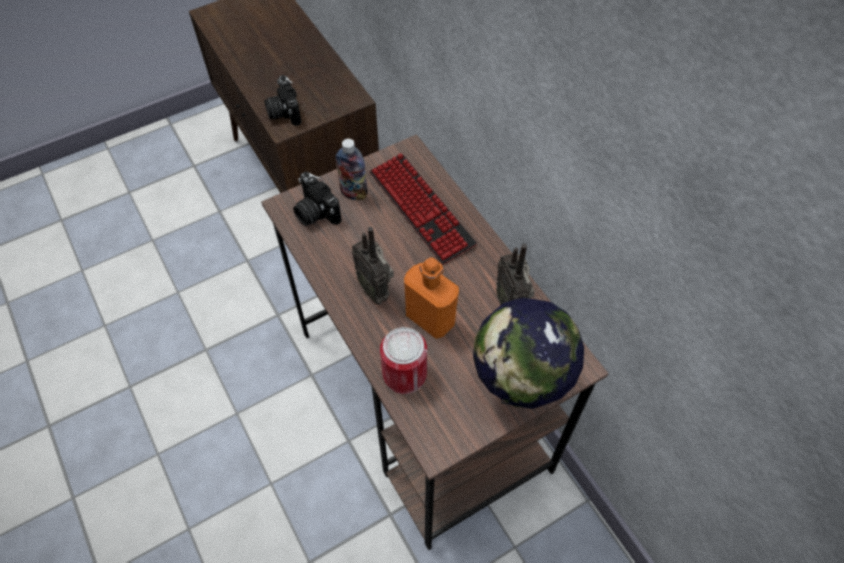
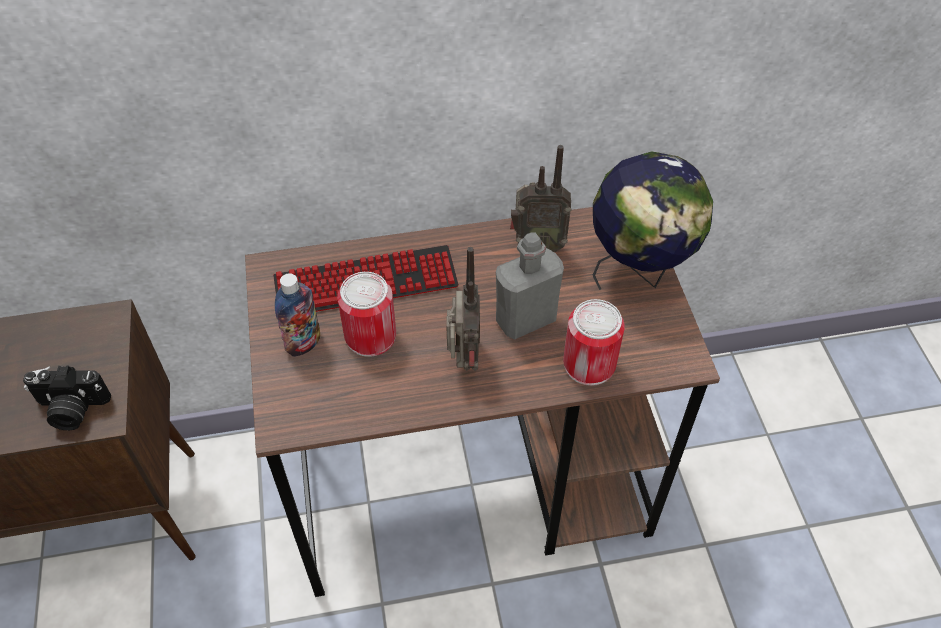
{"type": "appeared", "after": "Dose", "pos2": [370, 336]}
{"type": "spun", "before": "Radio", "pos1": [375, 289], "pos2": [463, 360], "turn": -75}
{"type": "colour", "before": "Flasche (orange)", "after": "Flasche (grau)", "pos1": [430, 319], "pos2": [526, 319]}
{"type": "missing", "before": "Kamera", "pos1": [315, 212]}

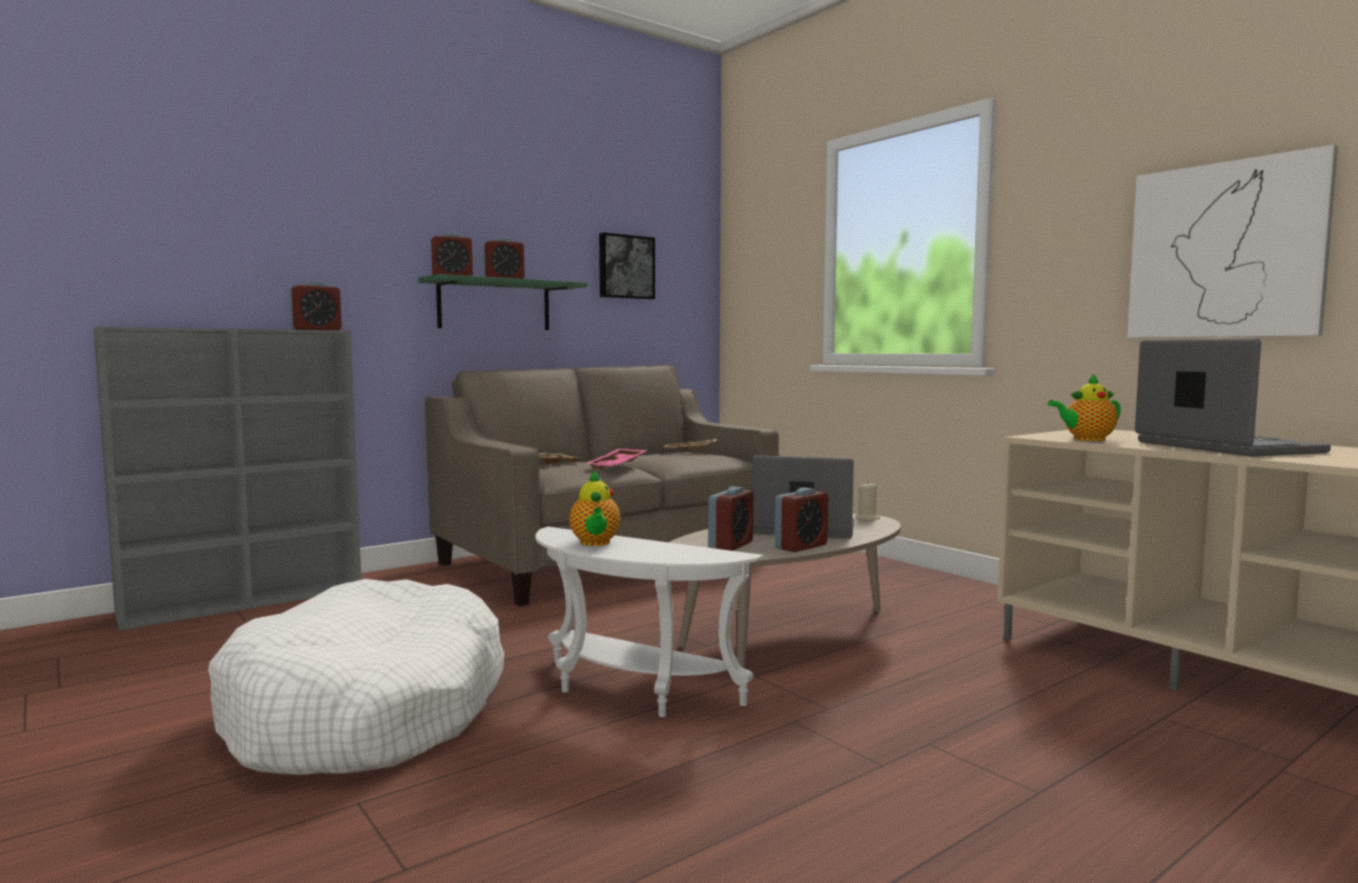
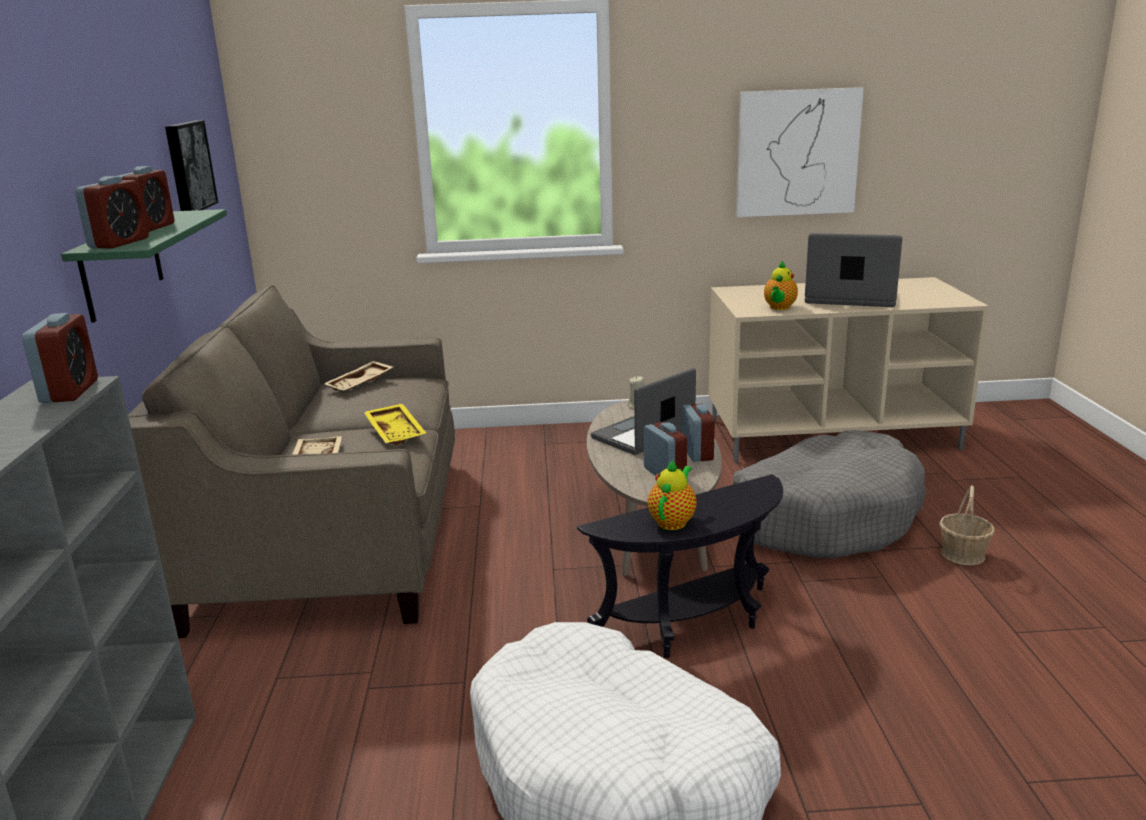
{"type": "colour", "before": "Tablett (rosa)", "after": "Tablett (gelb)", "pos1": [618, 466], "pos2": [397, 432]}
{"type": "colour", "before": "Beistelltisch (weiß)", "after": "Beistelltisch (schwarz)", "pos1": [629, 691], "pos2": [694, 626]}
{"type": "spun", "before": "Teekanne", "pos1": [595, 543], "pos2": [673, 521], "turn": -90}
{"type": "appeared", "after": "Hundebett (grau)", "pos2": [825, 516]}
{"type": "appeared", "after": "Korb", "pos2": [963, 554]}

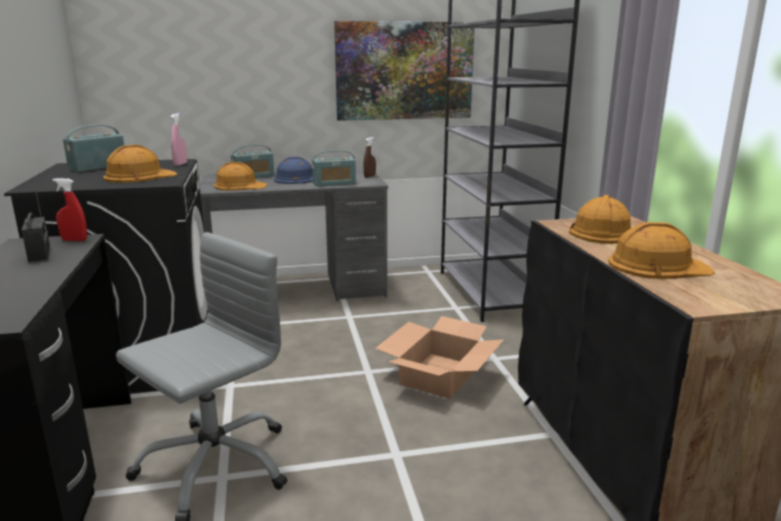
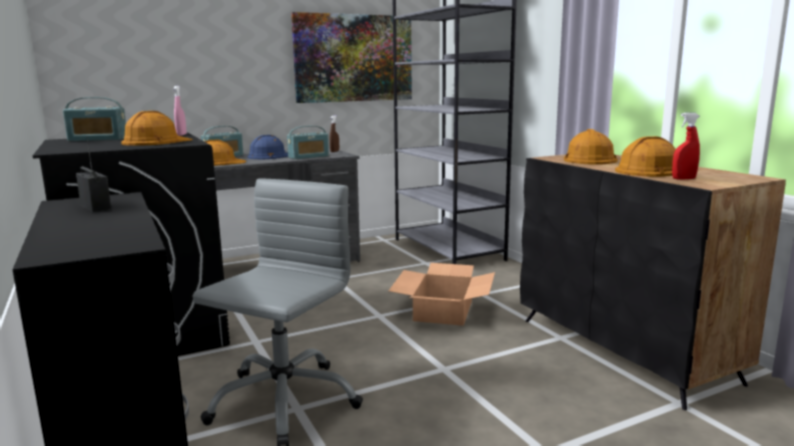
{"type": "spun", "before": "Radio", "pos1": [98, 167], "pos2": [98, 139], "turn": -120}
{"type": "relocated", "before": "Sprühflasche (rot)", "pos1": [74, 240], "pos2": [683, 179]}

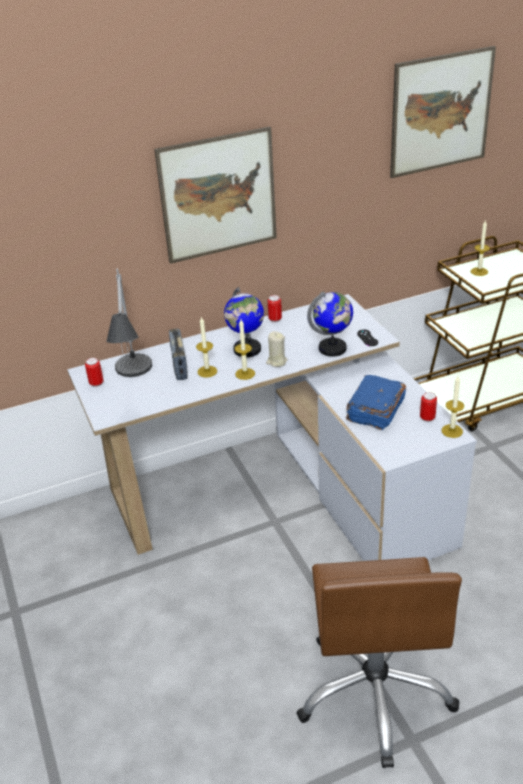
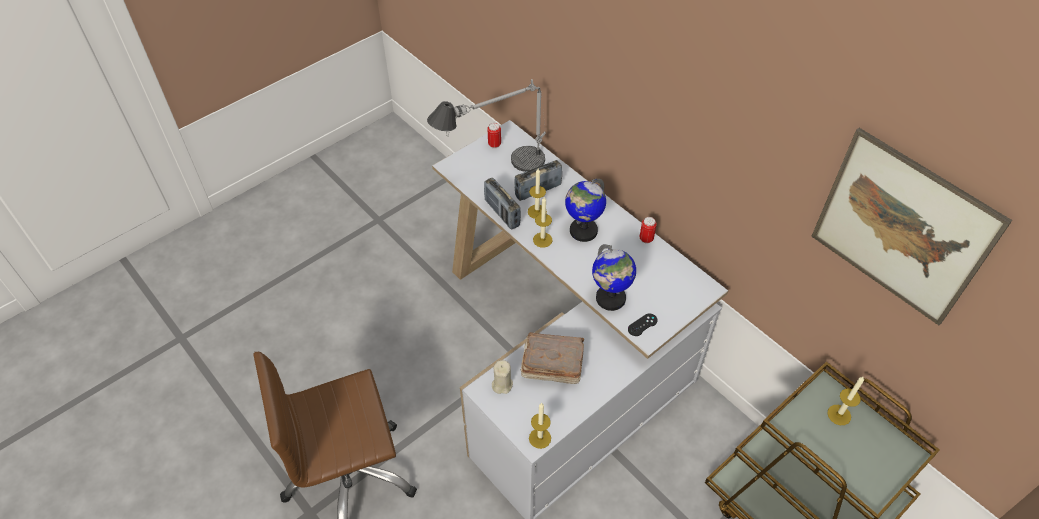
{"type": "appeared", "after": "Radio", "pos2": [502, 213]}
{"type": "relocated", "before": "Kerze (beige)", "pos1": [276, 361], "pos2": [502, 384]}
{"type": "colour", "before": "Buch (blau)", "after": "Buch (braun)", "pos1": [375, 411], "pos2": [551, 364]}
{"type": "missing", "before": "Bild", "pos1": [218, 195]}
{"type": "missing", "before": "Dose", "pos1": [427, 418]}

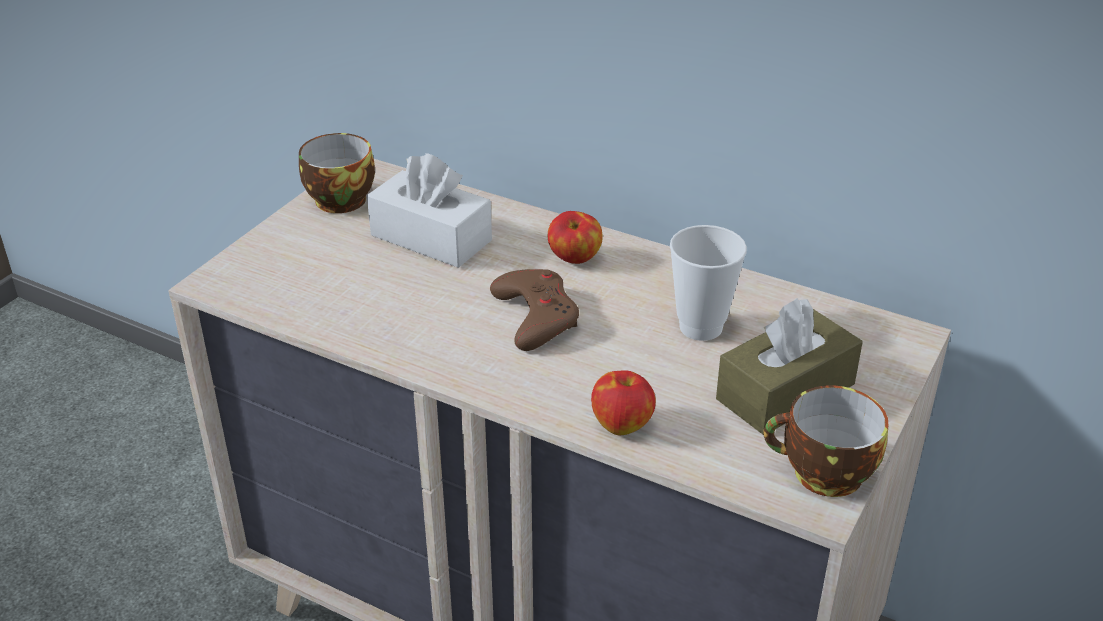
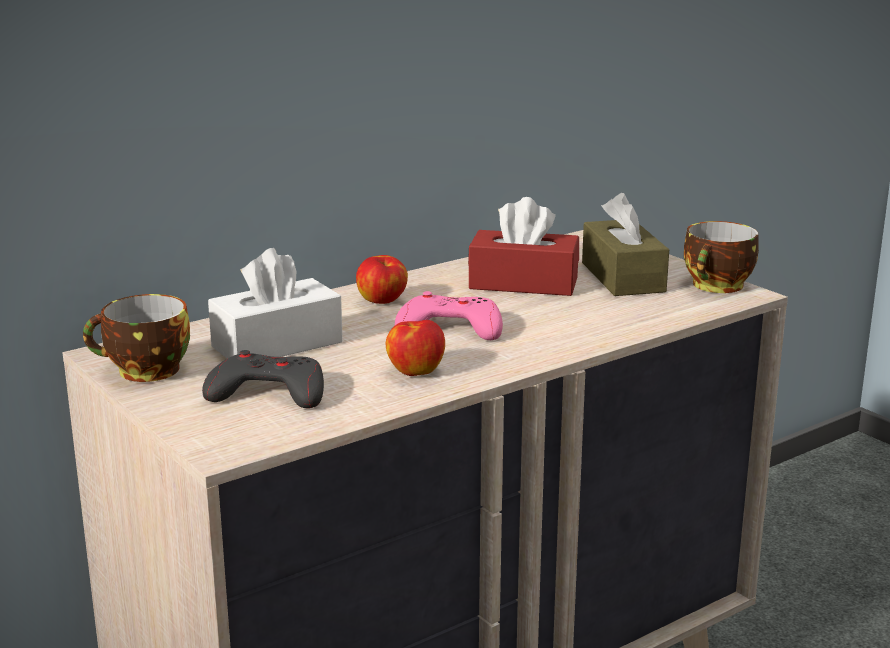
{"type": "appeared", "after": "Gamepad (grau)", "pos2": [268, 392]}
{"type": "relocated", "before": "Apfel", "pos1": [622, 424], "pos2": [415, 371]}
{"type": "colour", "before": "Gamepad (braun)", "after": "Gamepad (rosa)", "pos1": [536, 316], "pos2": [450, 328]}
{"type": "exchanged", "before": "Tasse", "after": "Taschentuchbox (rot)", "pos1": [700, 327], "pos2": [523, 283]}

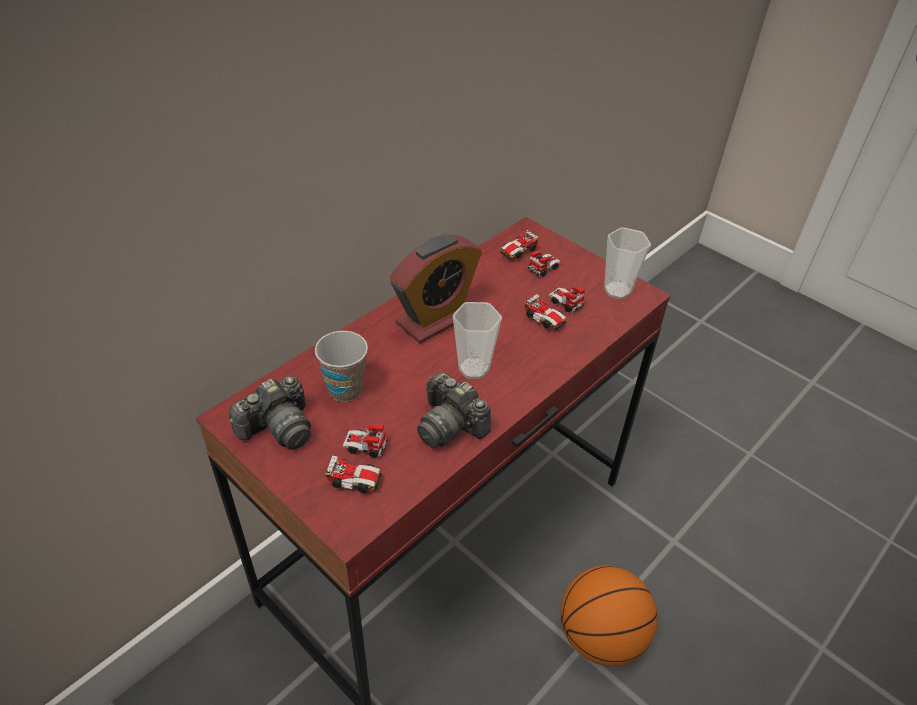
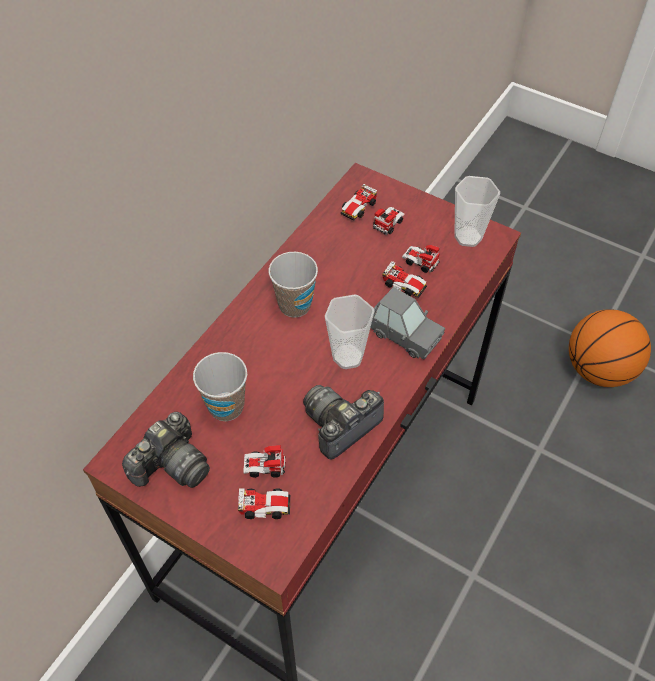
{"type": "exchanged", "before": "Wecker", "after": "Tasse", "pos1": [436, 318], "pos2": [295, 305]}
{"type": "spun", "before": "Kamera", "pos1": [450, 425], "pos2": [341, 425], "turn": 105}
{"type": "appeared", "after": "Spielzeugauto (grau)", "pos2": [404, 336]}
{"type": "relocated", "before": "Basketball", "pos1": [600, 636], "pos2": [598, 369]}

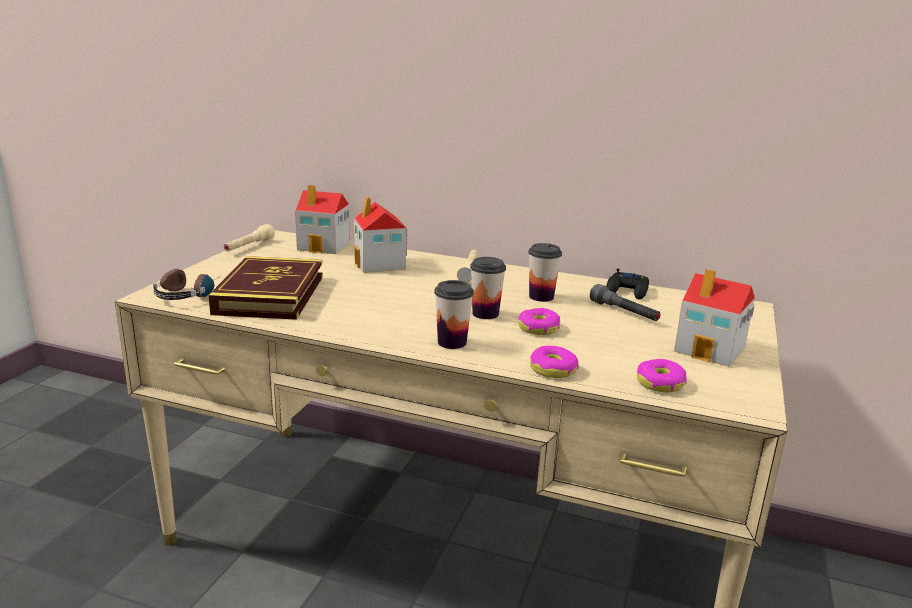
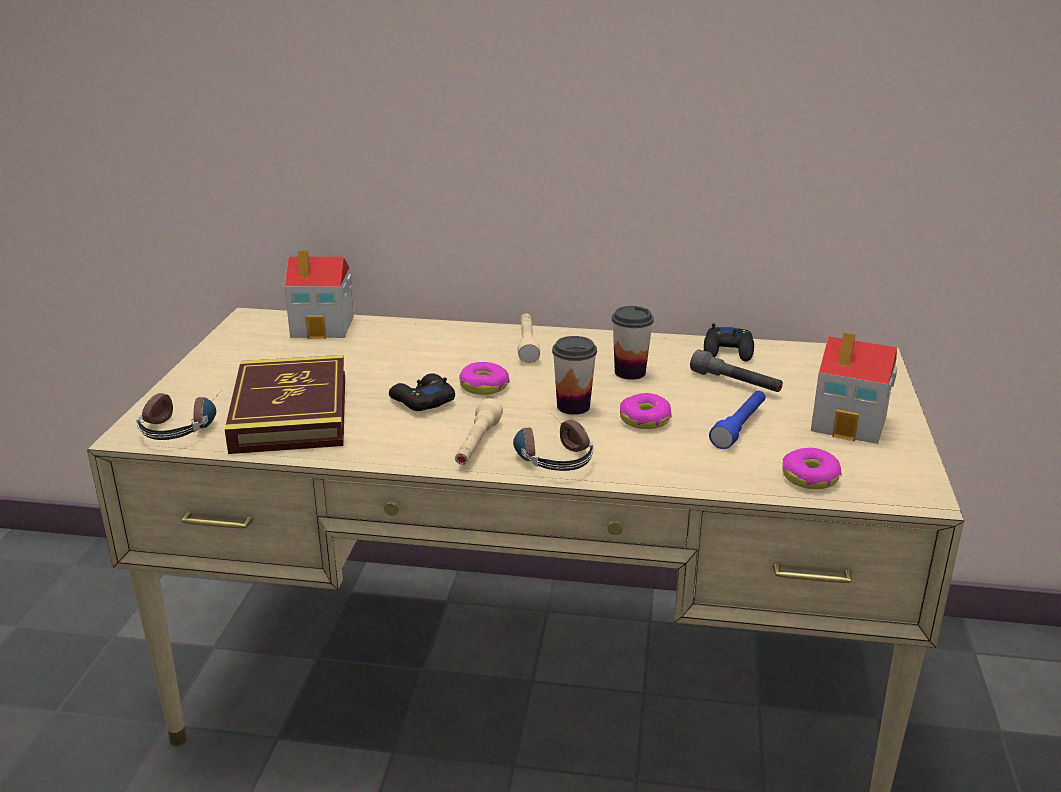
{"type": "appeared", "after": "Gamepad (schwarz)", "pos2": [422, 400]}
{"type": "relocated", "before": "Taschenlampe (beige)", "pos1": [248, 247], "pos2": [477, 444]}
{"type": "relocated", "before": "Donut", "pos1": [553, 369], "pos2": [484, 386]}
{"type": "exchanged", "before": "Tasse", "after": "Kopfhörer", "pos1": [452, 342], "pos2": [551, 454]}
{"type": "appeared", "after": "Taschenlampe (blau)", "pos2": [739, 427]}
{"type": "missing", "before": "Spielzeughaus", "pos1": [380, 264]}

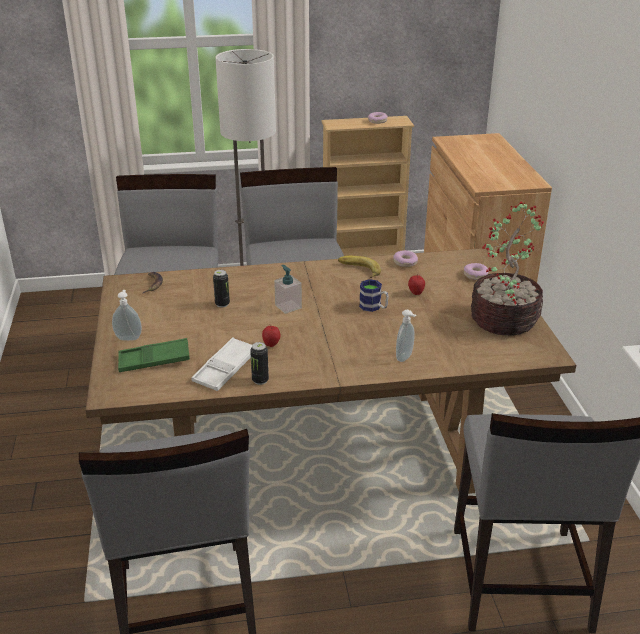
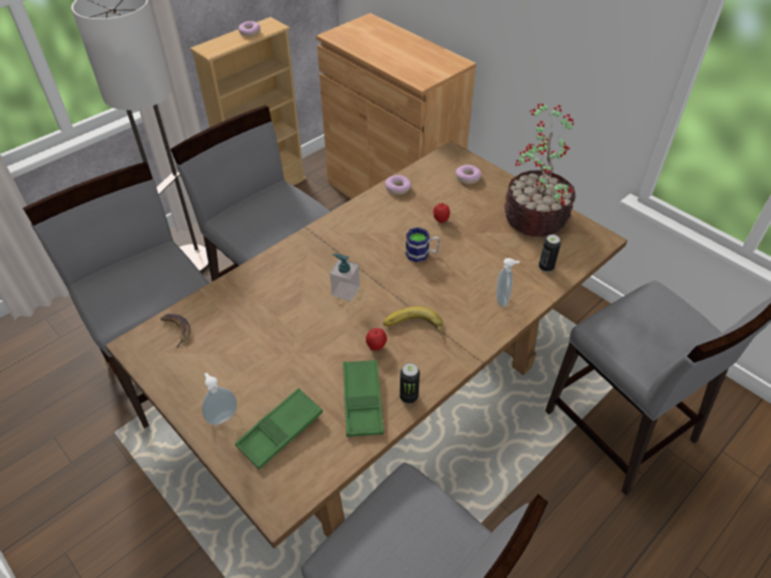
{"type": "colour", "before": "Tablett (weiß)", "after": "Tablett (grün)", "pos1": [225, 369], "pos2": [362, 401]}
{"type": "relocated", "before": "Banane", "pos1": [358, 270], "pos2": [413, 327]}
{"type": "relocated", "before": "Dose", "pos1": [222, 304], "pos2": [546, 267]}

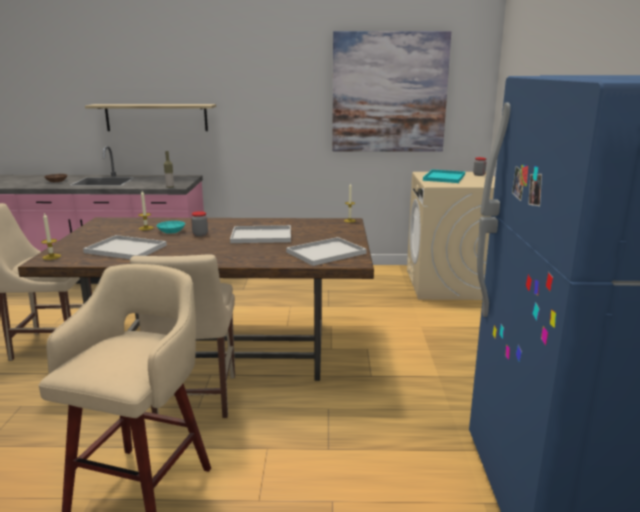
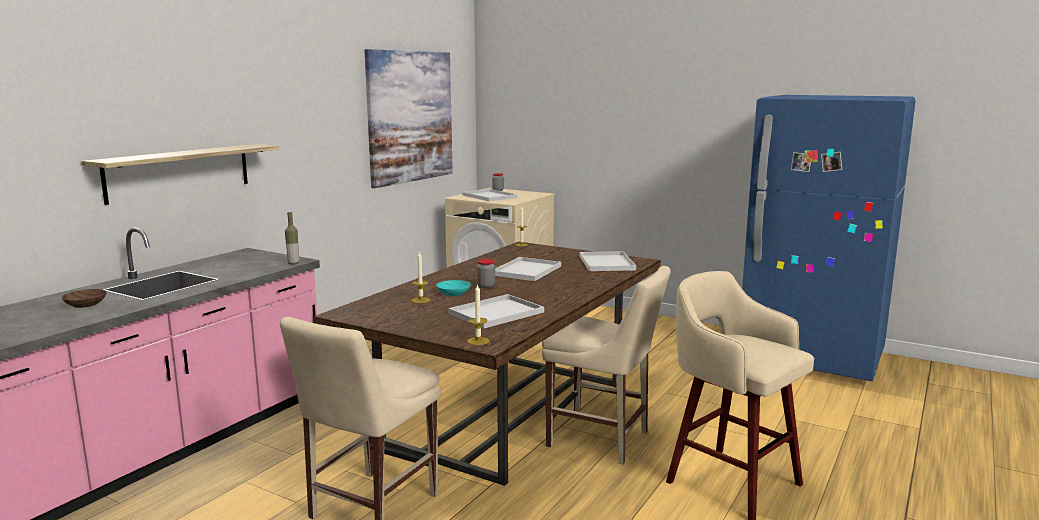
{"type": "colour", "before": "Tablett (türkis)", "after": "Tablett (weiß)", "pos1": [444, 177], "pos2": [490, 196]}

